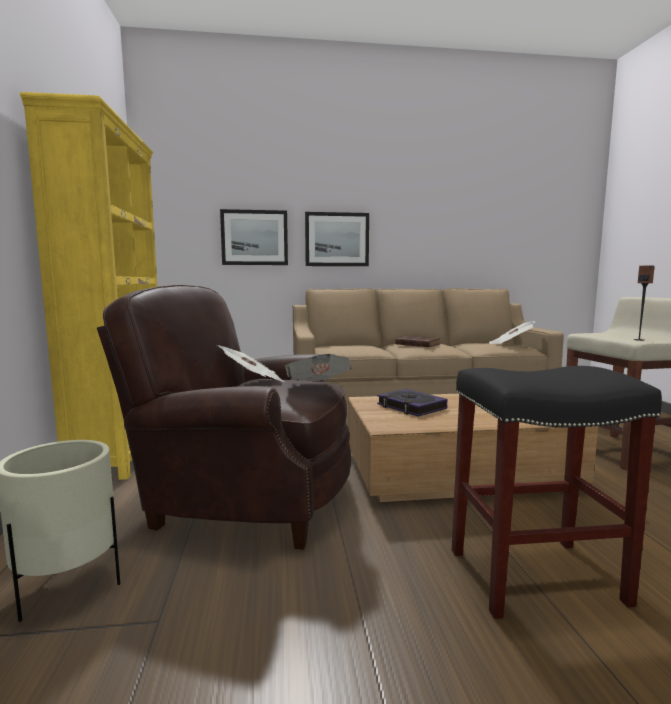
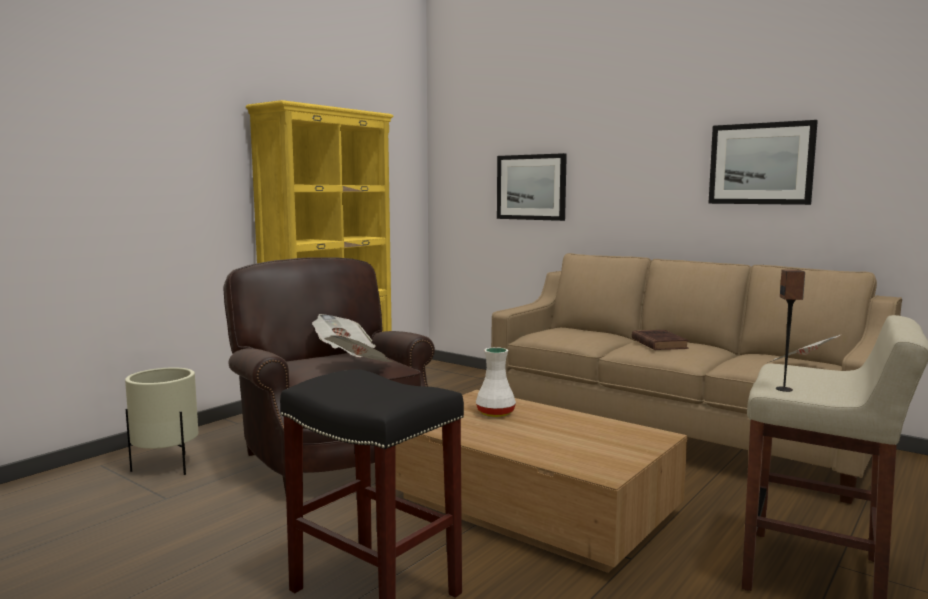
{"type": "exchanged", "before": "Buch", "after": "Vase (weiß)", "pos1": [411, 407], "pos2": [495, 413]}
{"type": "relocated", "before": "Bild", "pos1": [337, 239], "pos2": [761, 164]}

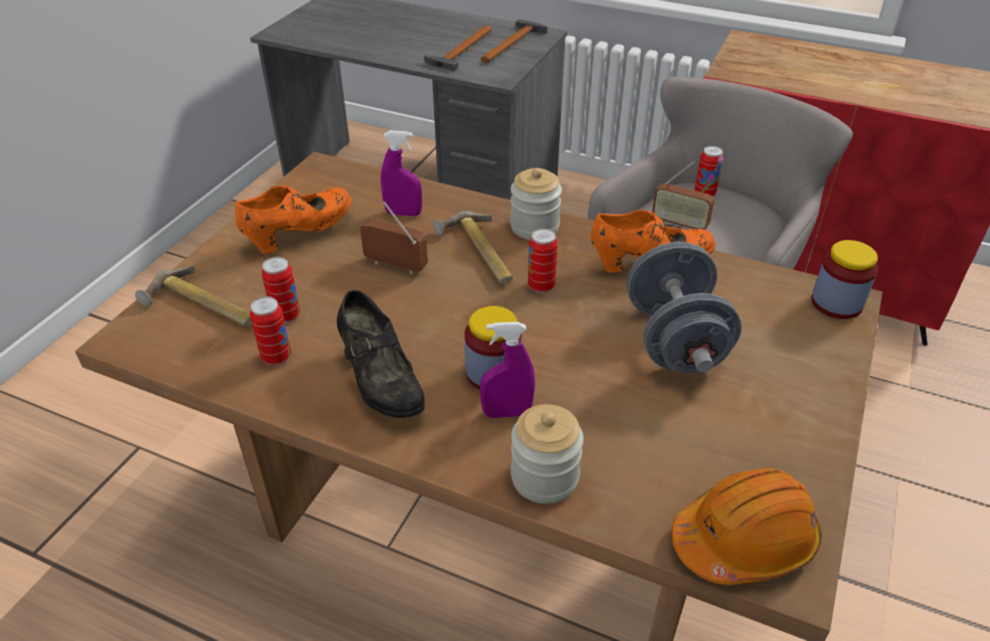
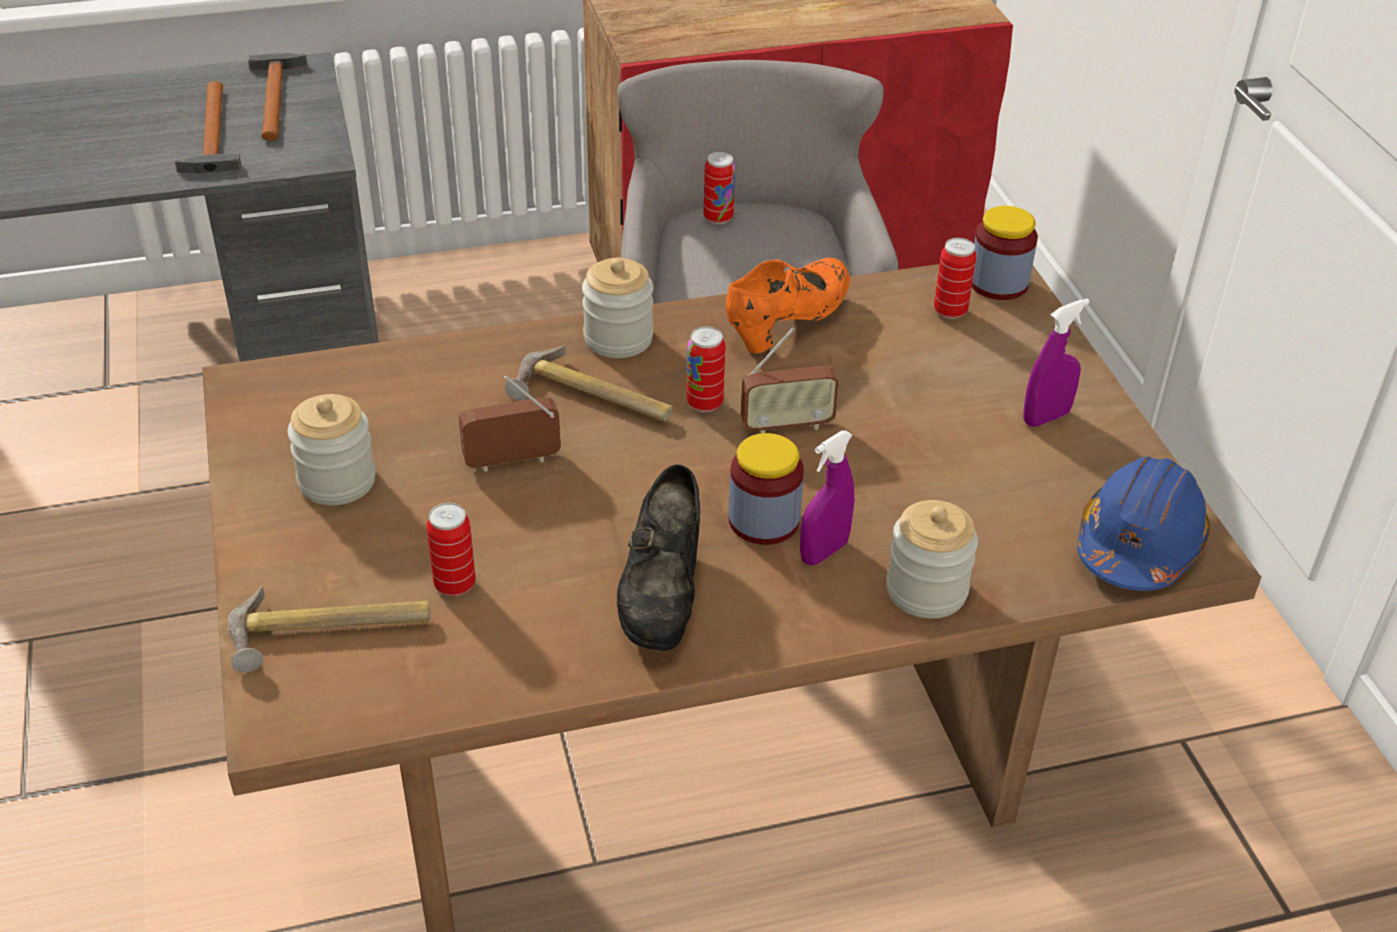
{"type": "exchanged", "before": "Schuh (orange)", "after": "Vorratsglas", "pos1": [300, 233], "pos2": [337, 481]}
{"type": "spun", "before": "Schuh (schwarz)", "pos1": [381, 383], "pos2": [661, 595], "turn": 75}
{"type": "relocated", "before": "Radio", "pos1": [679, 224], "pos2": [787, 425]}
{"type": "relocated", "before": "Dose", "pos1": [276, 357], "pos2": [950, 311]}
{"type": "relocated", "before": "Sprühflasche (lila)", "pos1": [403, 213], "pos2": [1046, 417]}
{"type": "colour", "before": "Schutzhelm (orange)", "after": "Schutzhelm (blau)", "pos1": [744, 540], "pos2": [1138, 544]}
{"type": "missing", "before": "Hantel (grau)", "pos1": [674, 340]}

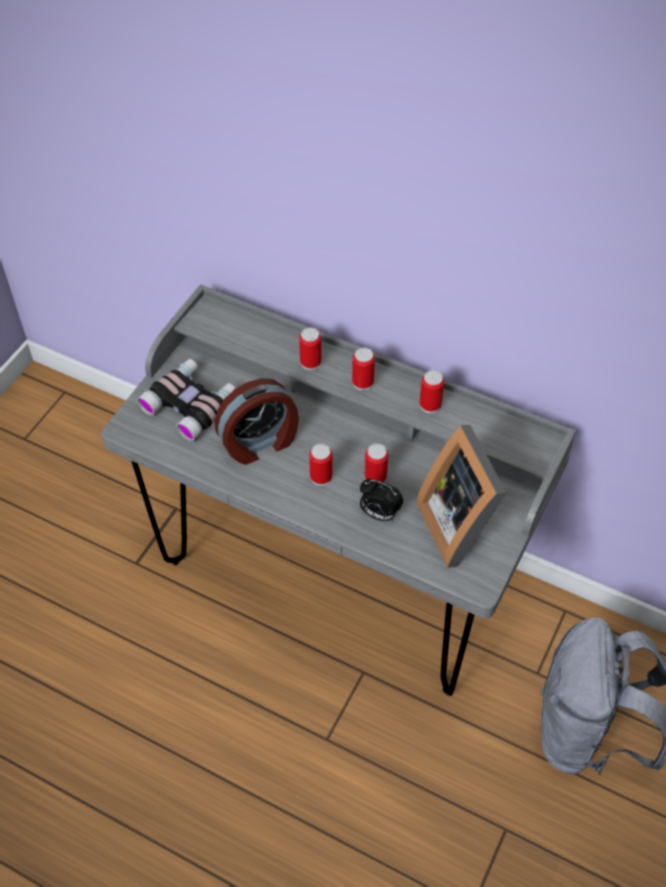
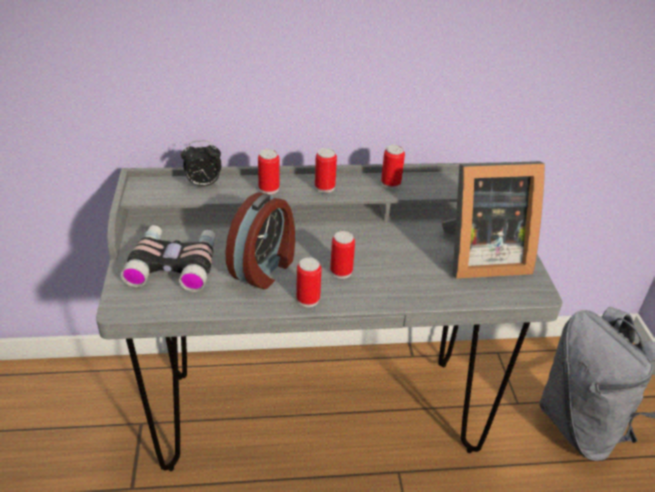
{"type": "relocated", "before": "Wecker", "pos1": [379, 514], "pos2": [203, 185]}
{"type": "relocated", "before": "Dose", "pos1": [375, 477], "pos2": [308, 299]}
{"type": "spun", "before": "Bilderrahmen", "pos1": [462, 523], "pos2": [480, 257], "turn": -45}

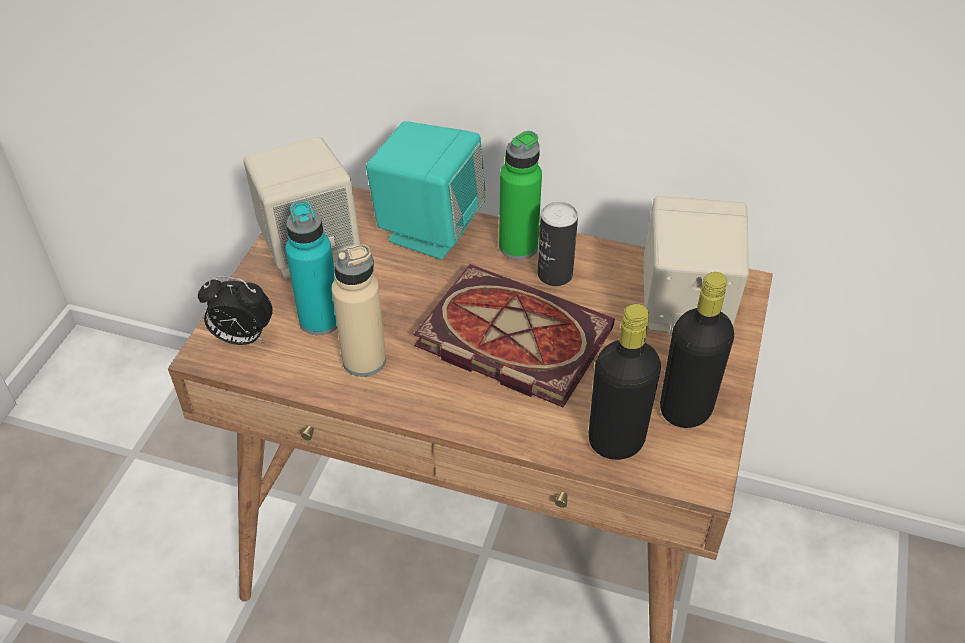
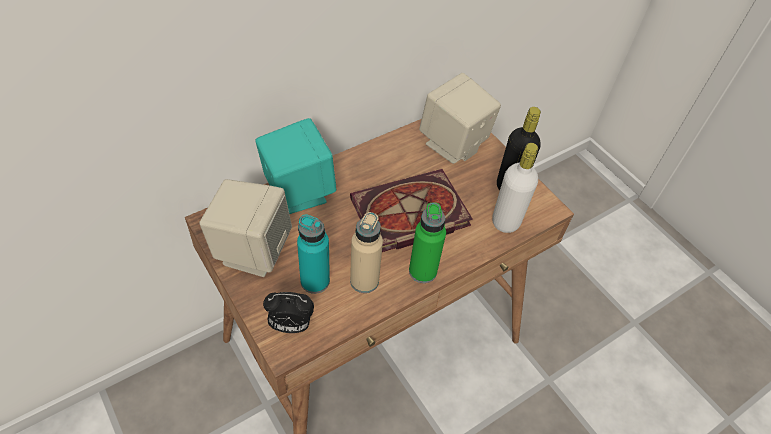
{"type": "spun", "before": "Wecker", "pos1": [242, 338], "pos2": [290, 325], "turn": 45}
{"type": "relocated", "before": "Flasche (grün)", "pos1": [518, 246], "pos2": [422, 271]}
{"type": "colour", "before": "Flasche (schwarz)", "after": "Flasche (weiß)", "pos1": [616, 441], "pos2": [506, 221]}
{"type": "missing", "before": "Dose", "pos1": [555, 274]}

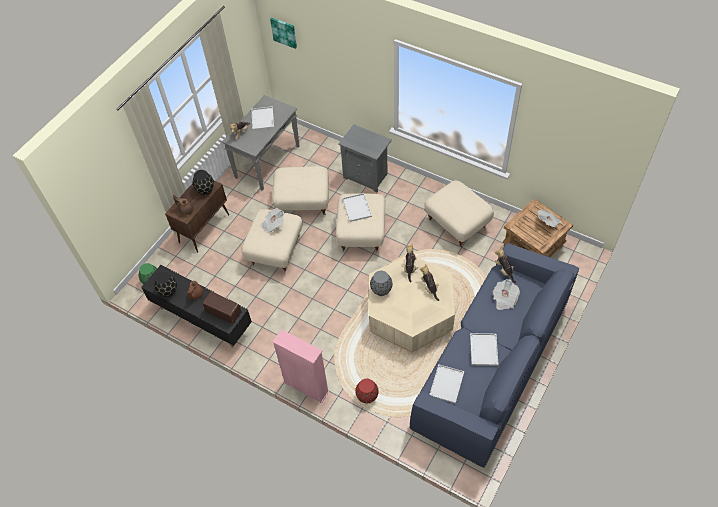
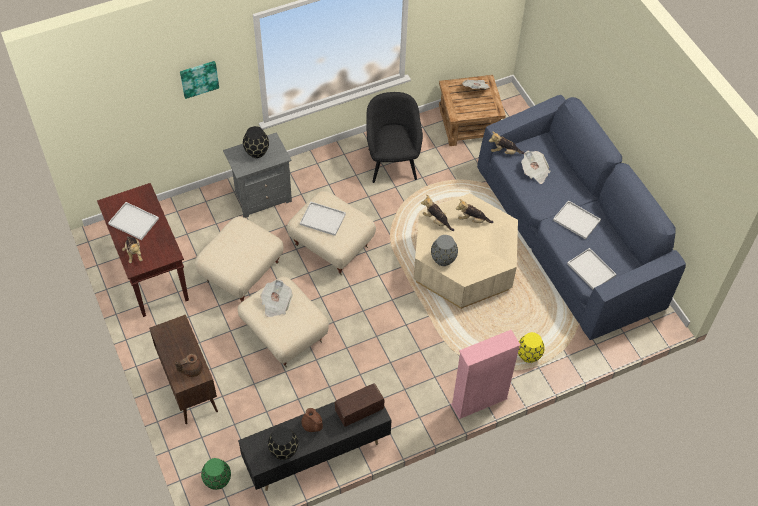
{"type": "colour", "before": "Konsolentisch (grau)", "after": "Konsolentisch (braun)", "pos1": [267, 161], "pos2": [150, 272]}
{"type": "relocated", "before": "Bild", "pos1": [284, 32], "pos2": [199, 78]}
{"type": "relocated", "before": "Vase (schwarz)", "pos1": [205, 189], "pos2": [256, 152]}
{"type": "exchanged", "before": "Polsterhocker (beige)", "after": "Sessel (schwarz)", "pos1": [457, 223], "pos2": [392, 162]}
{"type": "colour", "before": "Vase (rot)", "after": "Vase (gelb)", "pos1": [367, 396], "pos2": [529, 355]}

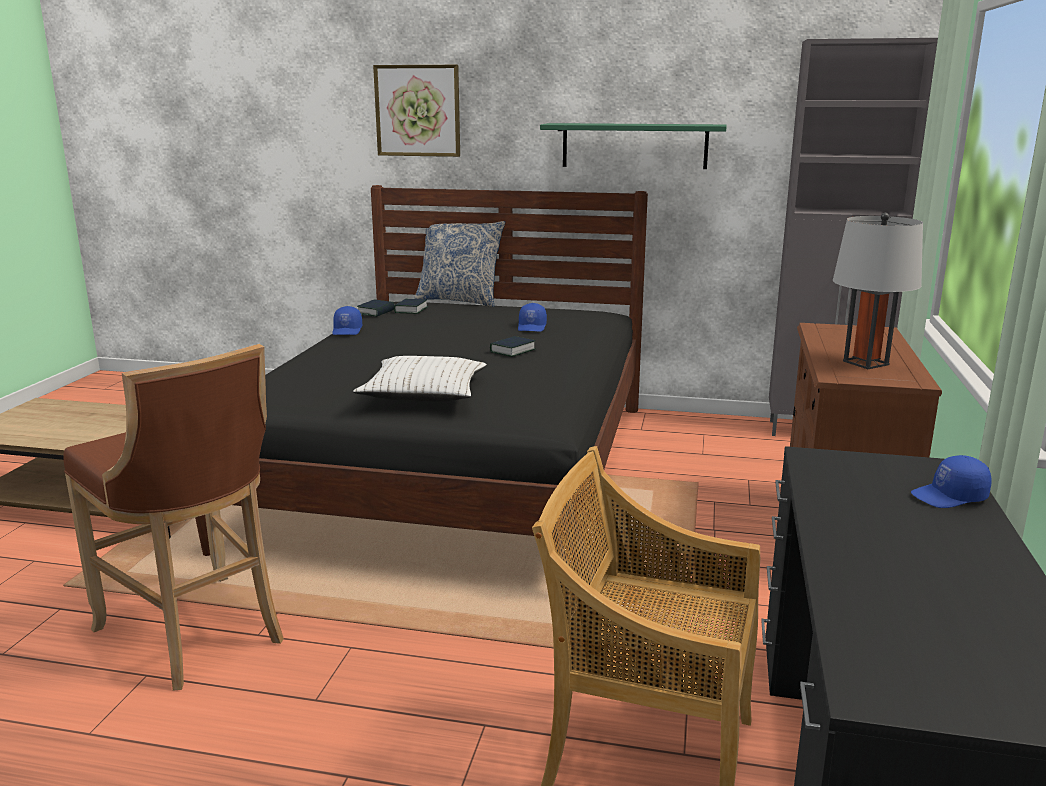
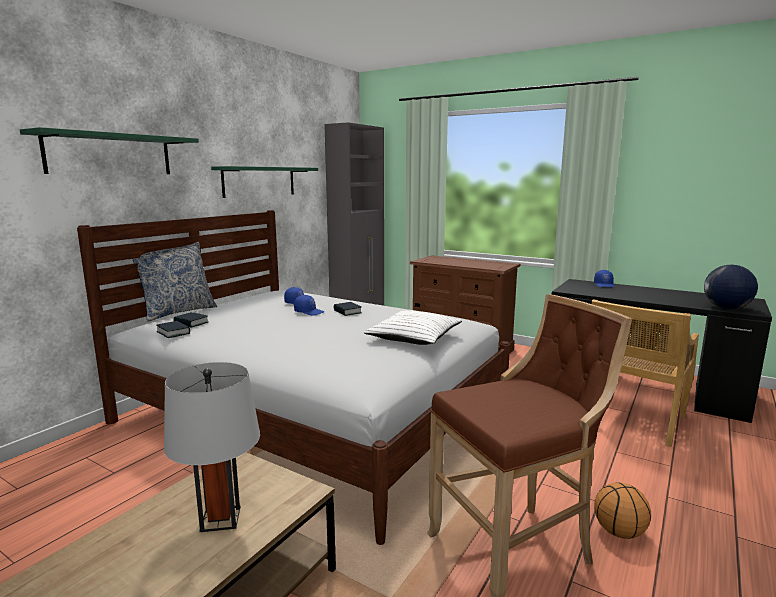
{"type": "exchanged", "before": "Bild", "after": "Wandregal (grün)", "pos1": [418, 111], "pos2": [110, 154]}
{"type": "colour", "before": "Bett (schwarz)", "after": "Bett (weiß)", "pos1": [459, 470], "pos2": [312, 415]}
{"type": "relocated", "before": "Tischlampe (grau)", "pos1": [865, 363], "pos2": [220, 519]}
{"type": "relocated", "before": "Kappe (blau)", "pos1": [347, 331], "pos2": [309, 312]}
{"type": "appeared", "after": "Basketball", "pos2": [620, 532]}
{"type": "appeared", "after": "Globus", "pos2": [726, 308]}

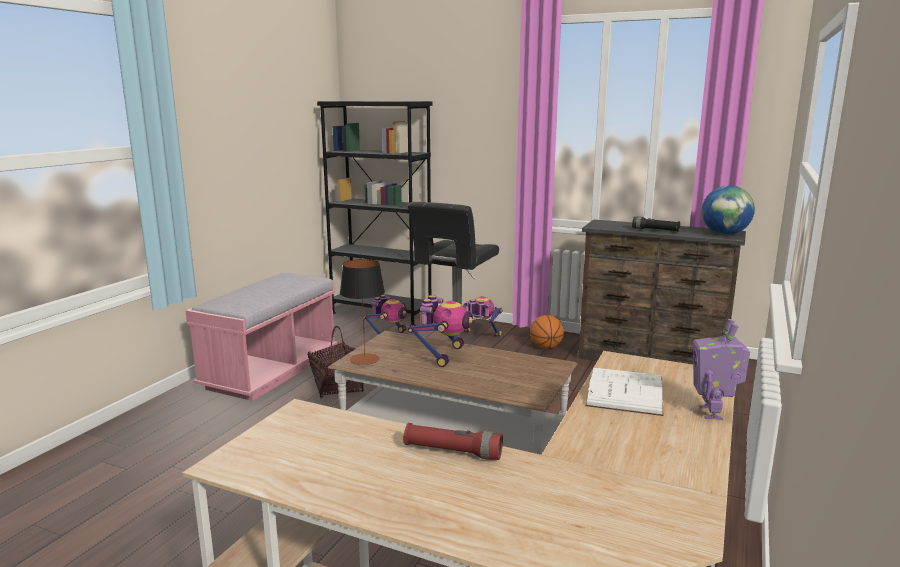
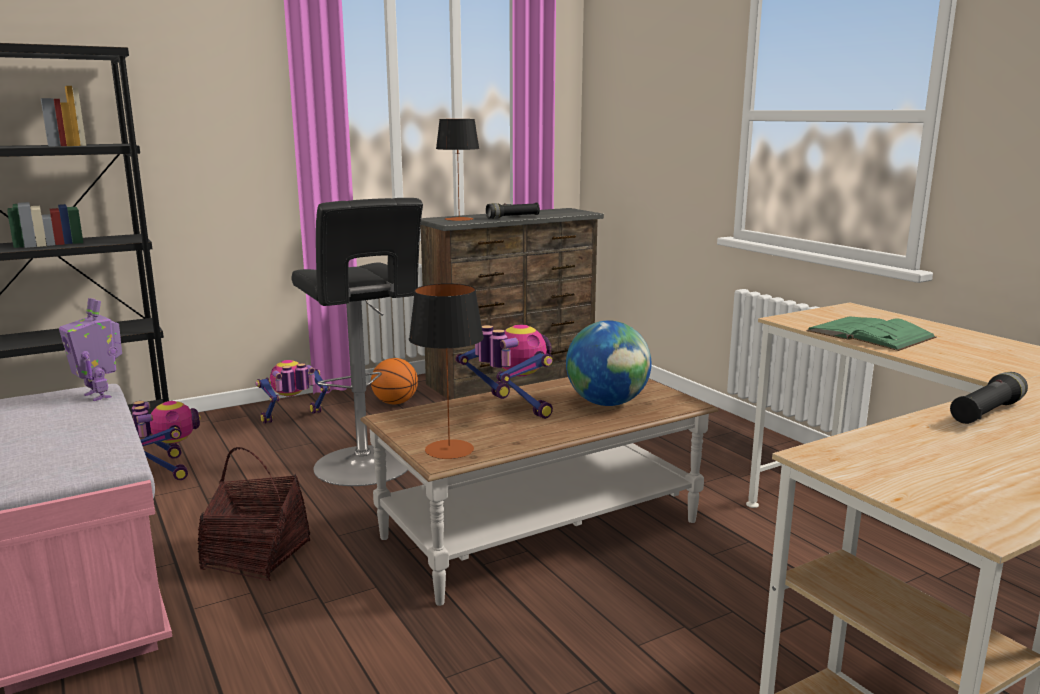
{"type": "relocated", "before": "Spielzeugroboter", "pos1": [713, 413], "pos2": [100, 395]}
{"type": "appeared", "after": "Tischlampe", "pos2": [459, 219]}
{"type": "relocated", "before": "Globus", "pos1": [725, 234], "pos2": [607, 403]}
{"type": "colour", "before": "Buch (weiß)", "after": "Buch (grün)", "pos1": [625, 391], "pos2": [870, 334]}
{"type": "colour", "before": "Taschenlampe (rot)", "after": "Taschenlampe (schwarz)", "pos1": [453, 452], "pos2": [986, 412]}

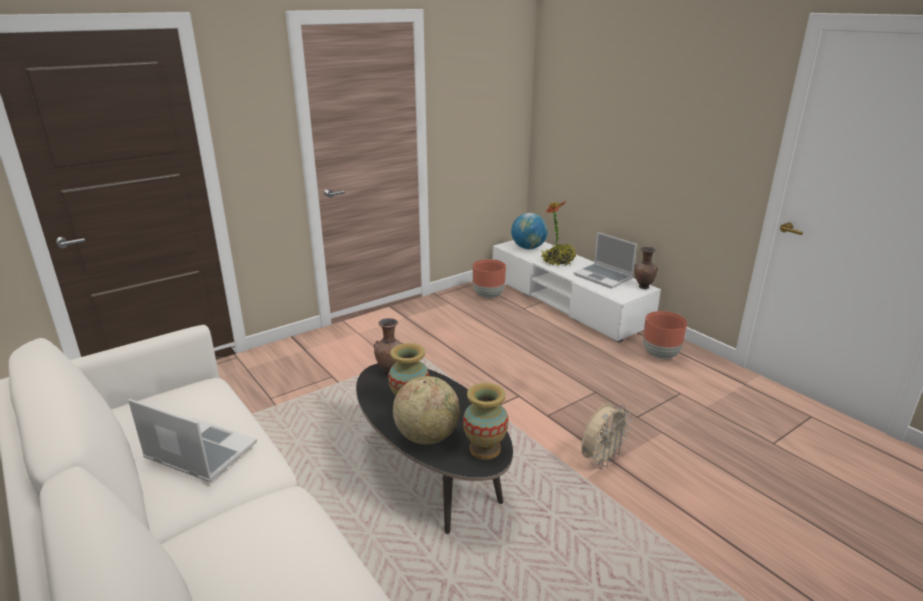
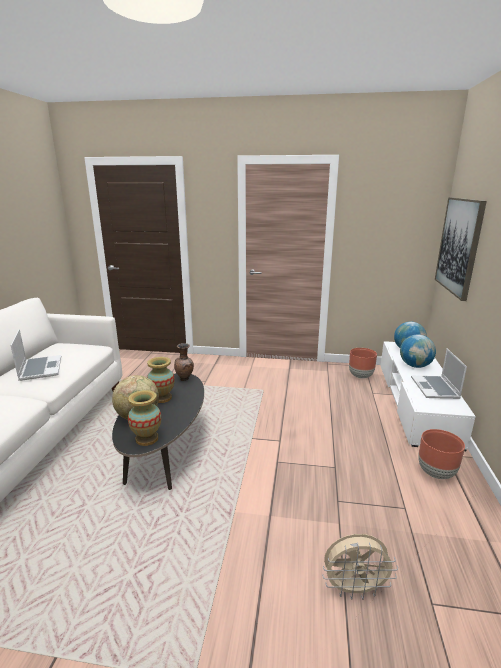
{"type": "relocated", "before": "Ventilator (beige)", "pos1": [600, 460], "pos2": [354, 589]}
{"type": "exchanged", "before": "Topfpflanze", "after": "Globus", "pos1": [558, 261], "pos2": [415, 366]}
{"type": "appeared", "after": "Bild", "pos2": [459, 246]}
{"type": "missing", "before": "Vase (braun)", "pos1": [643, 287]}

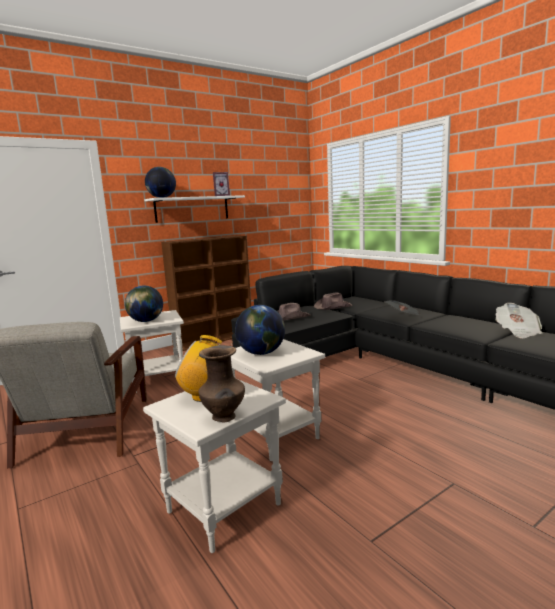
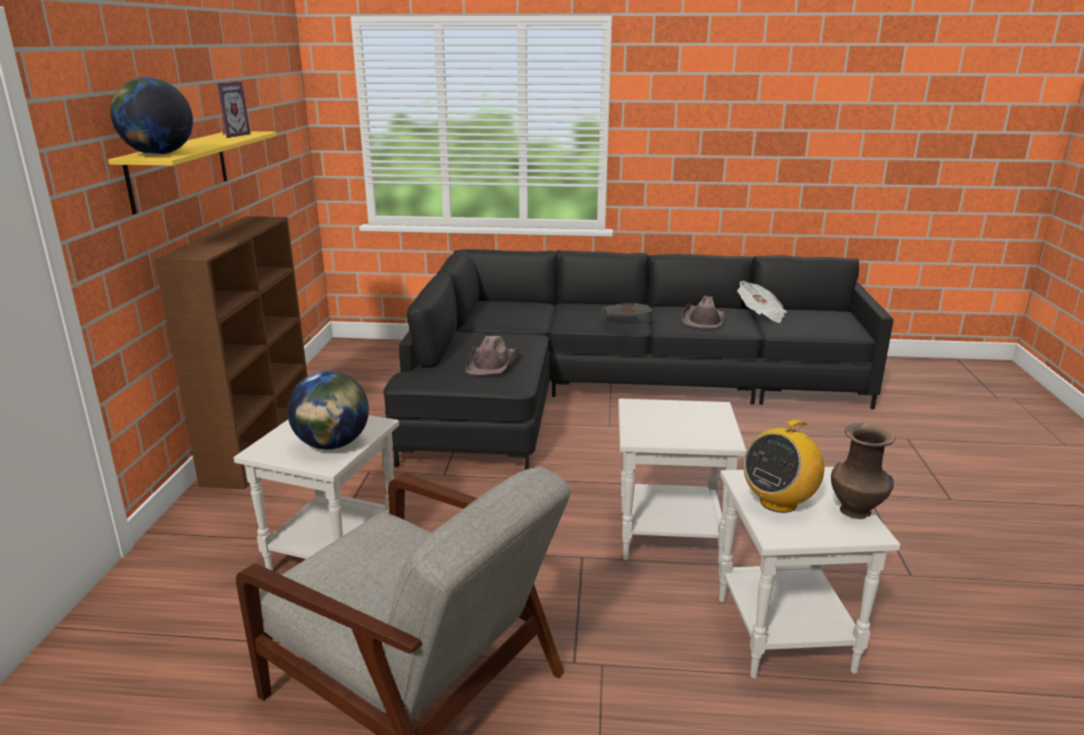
{"type": "colour", "before": "Wandregal (weiß)", "after": "Wandregal (gelb)", "pos1": [192, 209], "pos2": [179, 169]}
{"type": "relocated", "before": "Hut (braun)", "pos1": [332, 306], "pos2": [704, 319]}
{"type": "missing", "before": "Globus", "pos1": [261, 353]}

